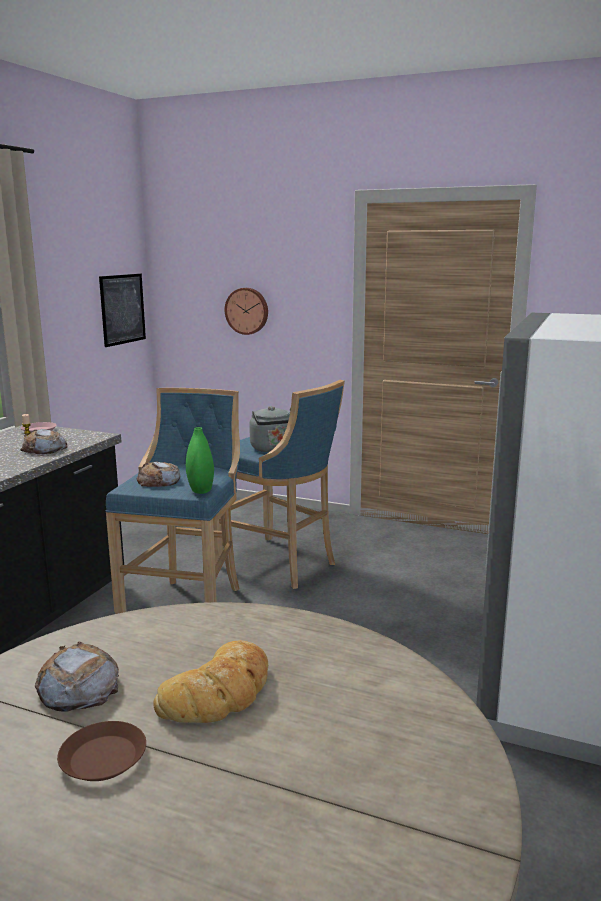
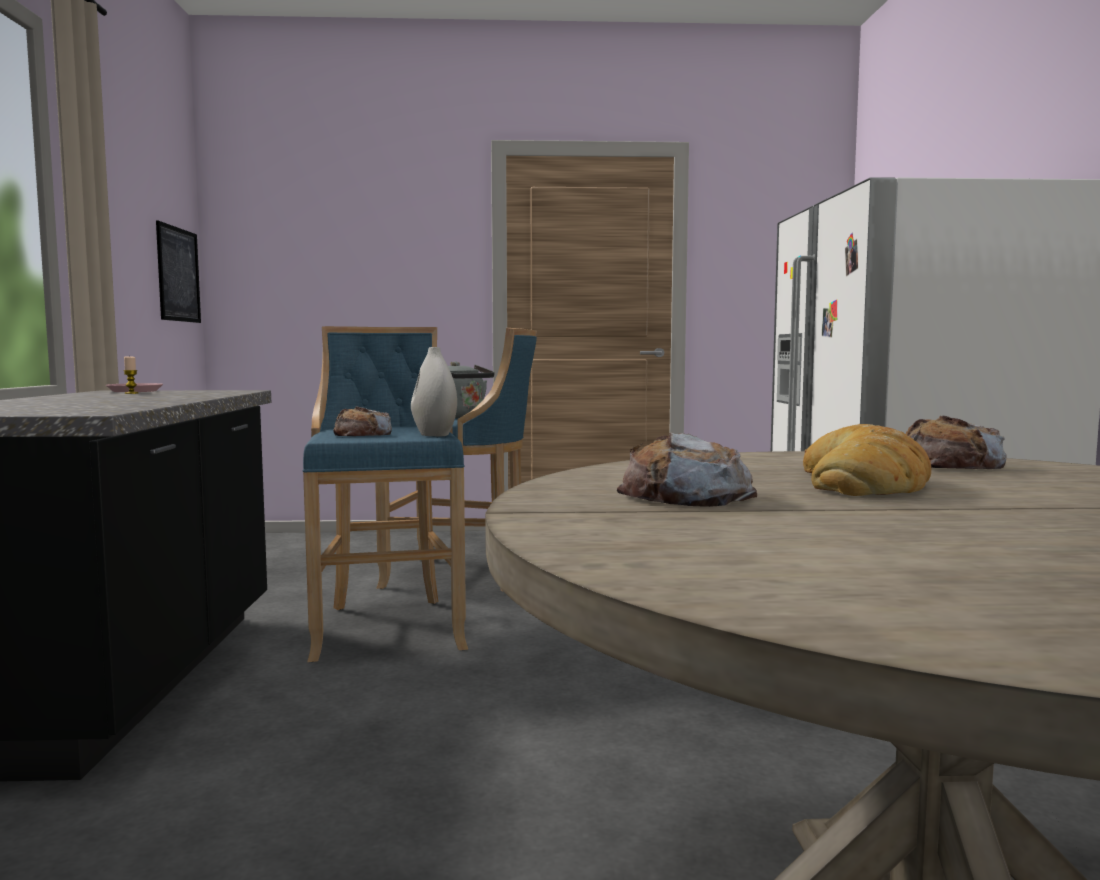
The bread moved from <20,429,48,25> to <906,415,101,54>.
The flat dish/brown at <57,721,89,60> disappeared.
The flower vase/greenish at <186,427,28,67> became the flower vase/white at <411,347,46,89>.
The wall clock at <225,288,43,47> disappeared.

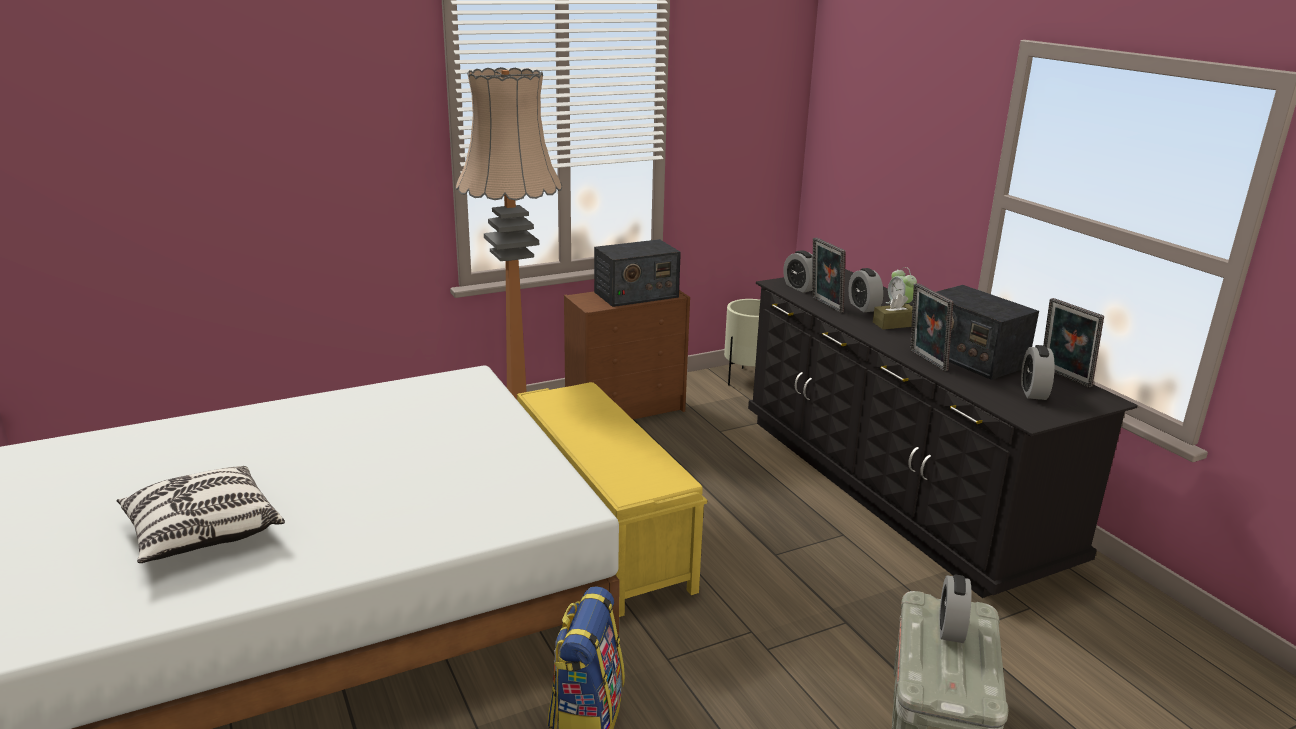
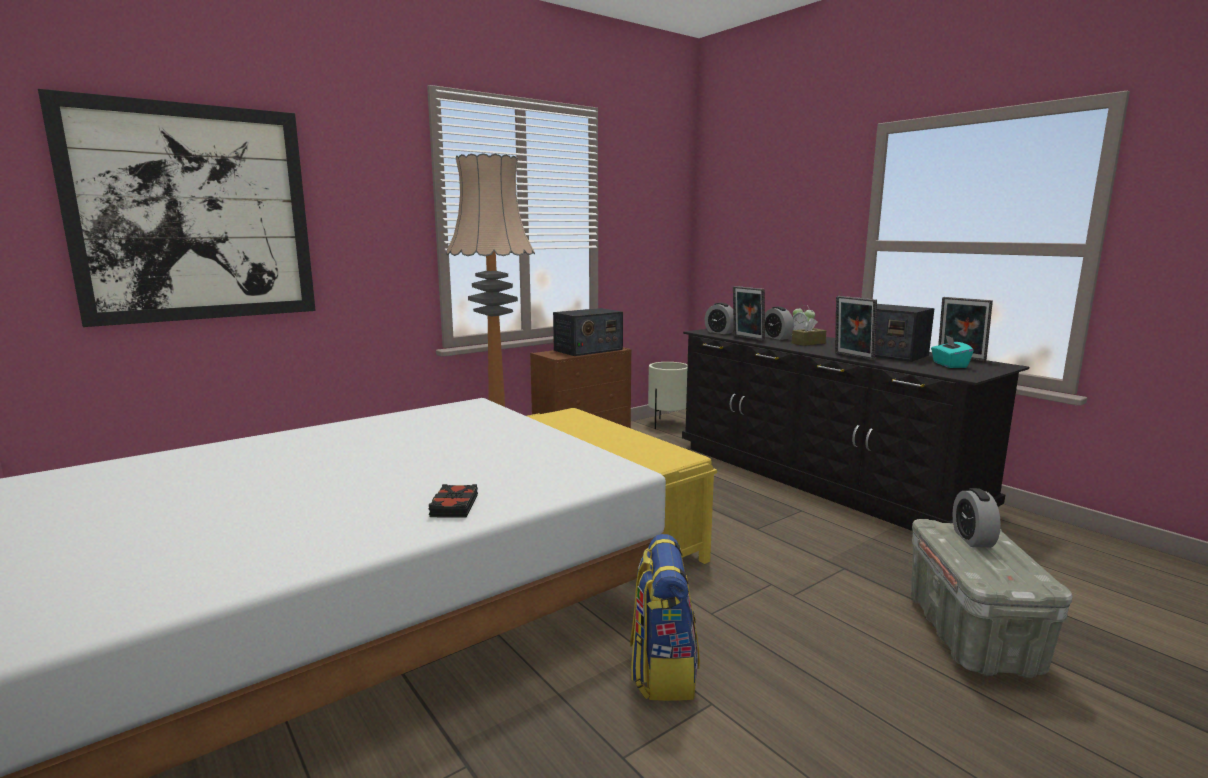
The throw pillow at <116,466,169,97> disappeared.
The alarm clock at <1021,345,34,55> was replaced by the tissue box/turquoise at <931,335,43,33>.
The picture at <38,89,278,238> appeared.
The volume/black at <428,484,50,34> appeared.

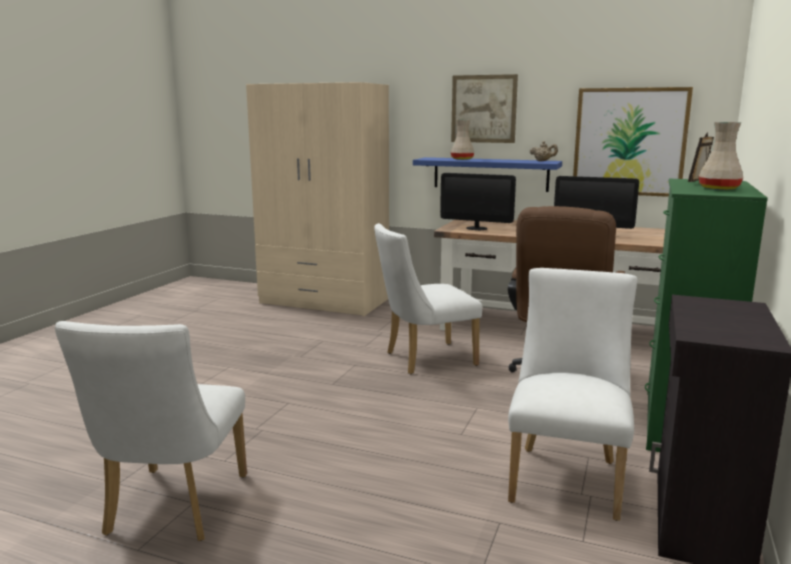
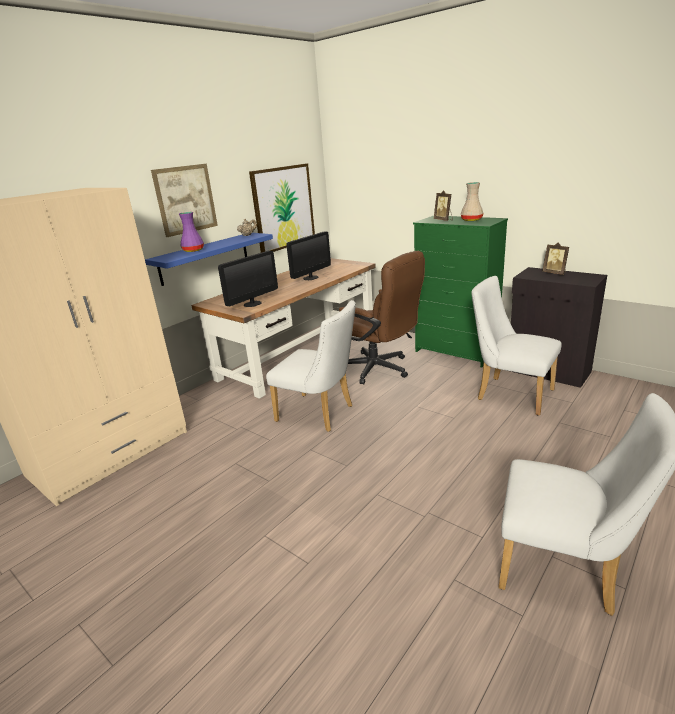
The plain chair/white at <374,223,109,151> turned 60 degrees counterclockwise.
The flower vase/beige at <450,120,24,40> became the flower vase/purple-coloured at <179,212,25,40>.
The picture frame at <543,243,26,32> appeared.

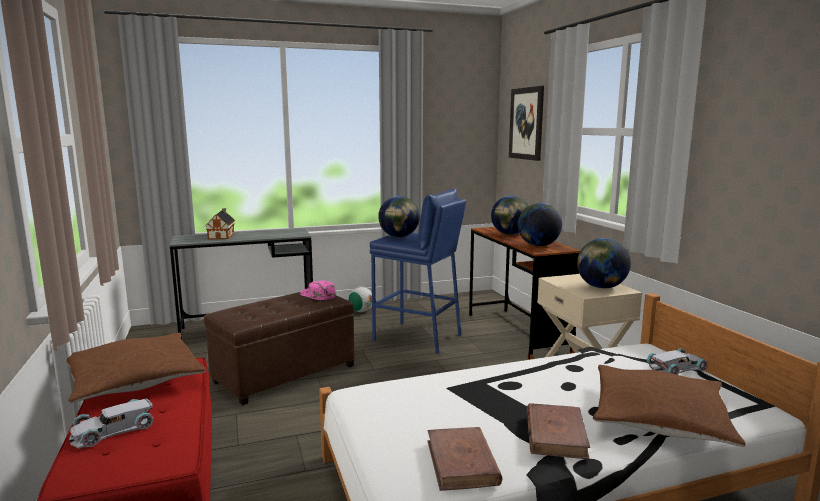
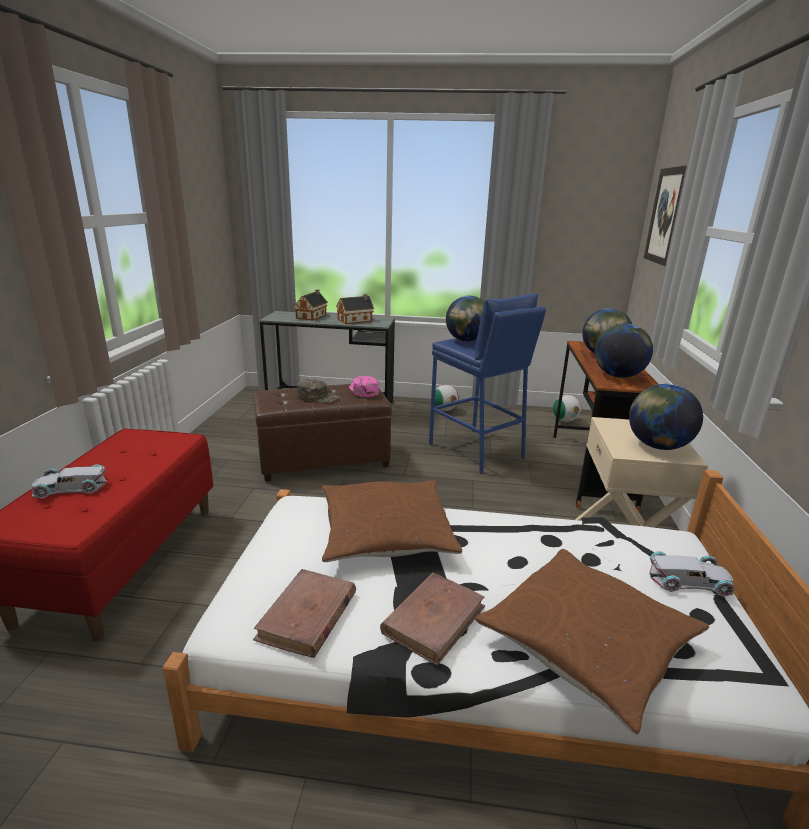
The throw pillow/brown moved from <67,333,139,70> to <322,480,140,82>.
The baseball cap/greenish at <297,379,43,24> appeared.
The toy house at <336,294,38,30> appeared.
The ball for football at <553,395,28,27> appeared.

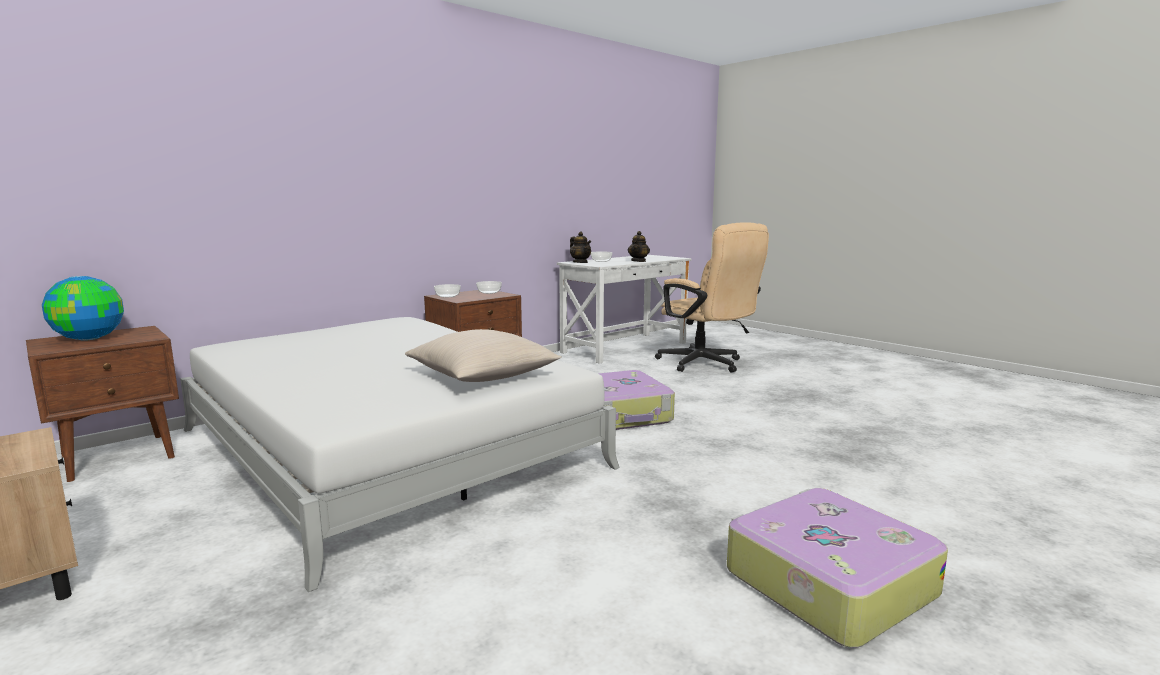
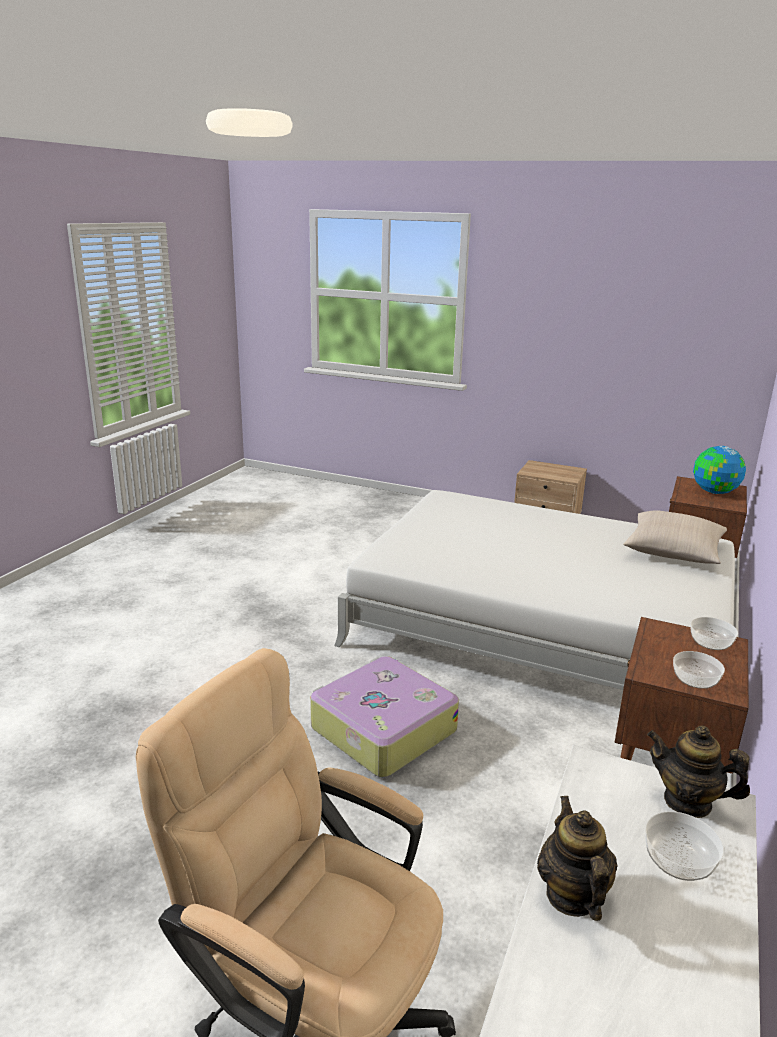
The throw pillow/beige moved from <405,329,157,53> to <623,510,104,54>.
The piece of luggage at <727,488,221,160> disappeared.

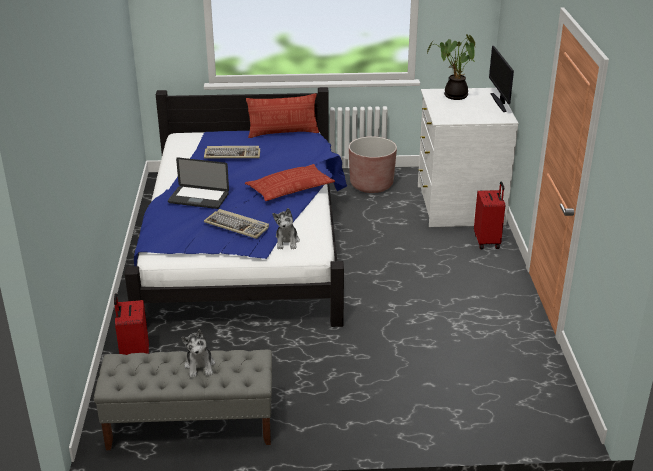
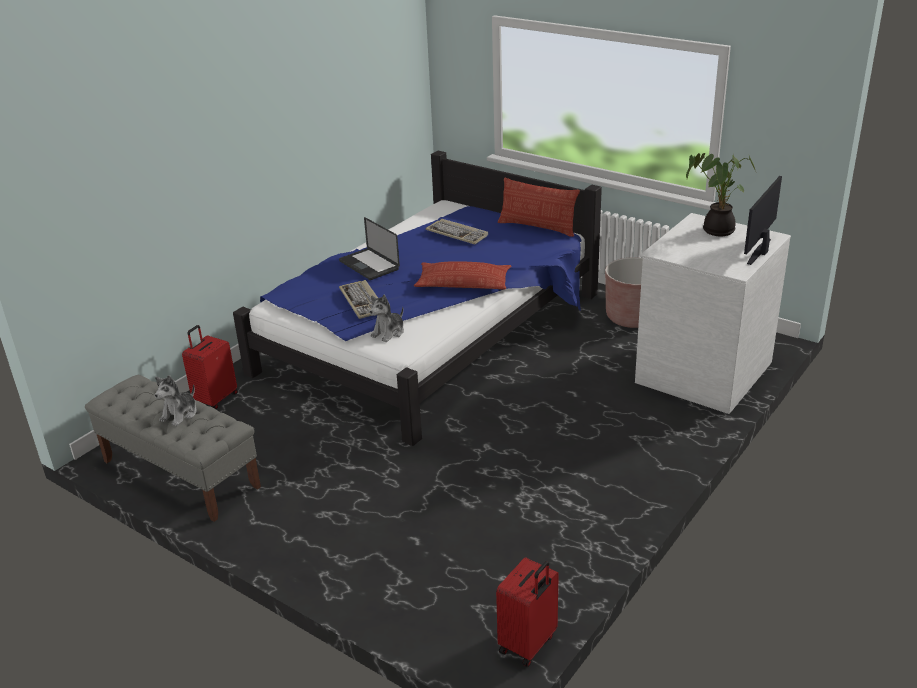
The piece of luggage/red-coloured moved from <474,181,31,68> to <496,557,63,110>.

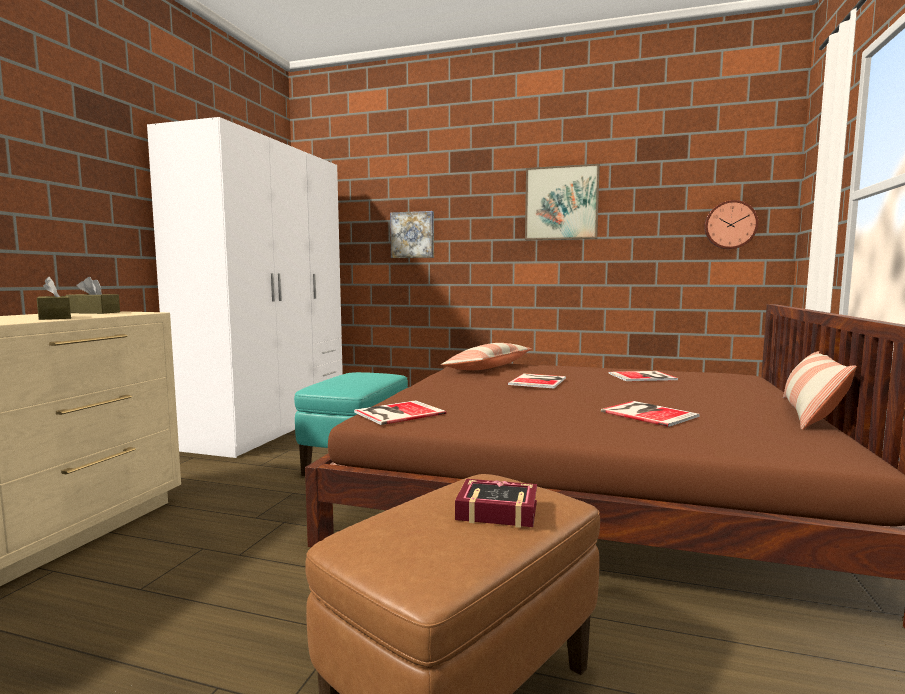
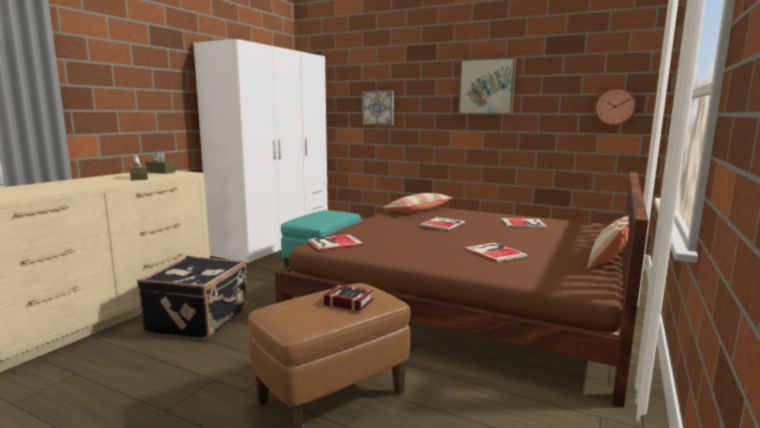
The piece of luggage/black at <137,256,111,84> appeared.

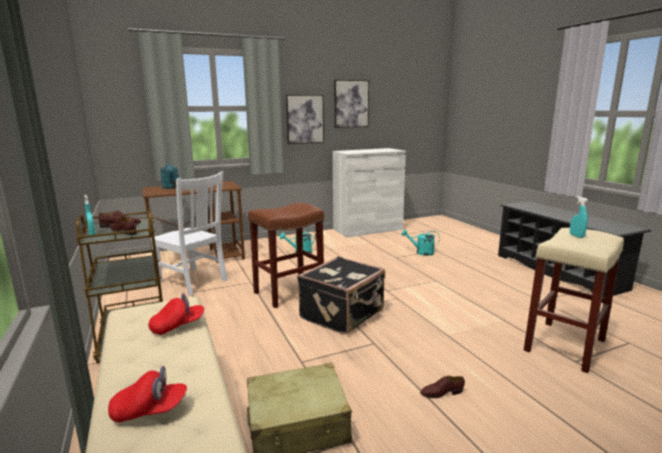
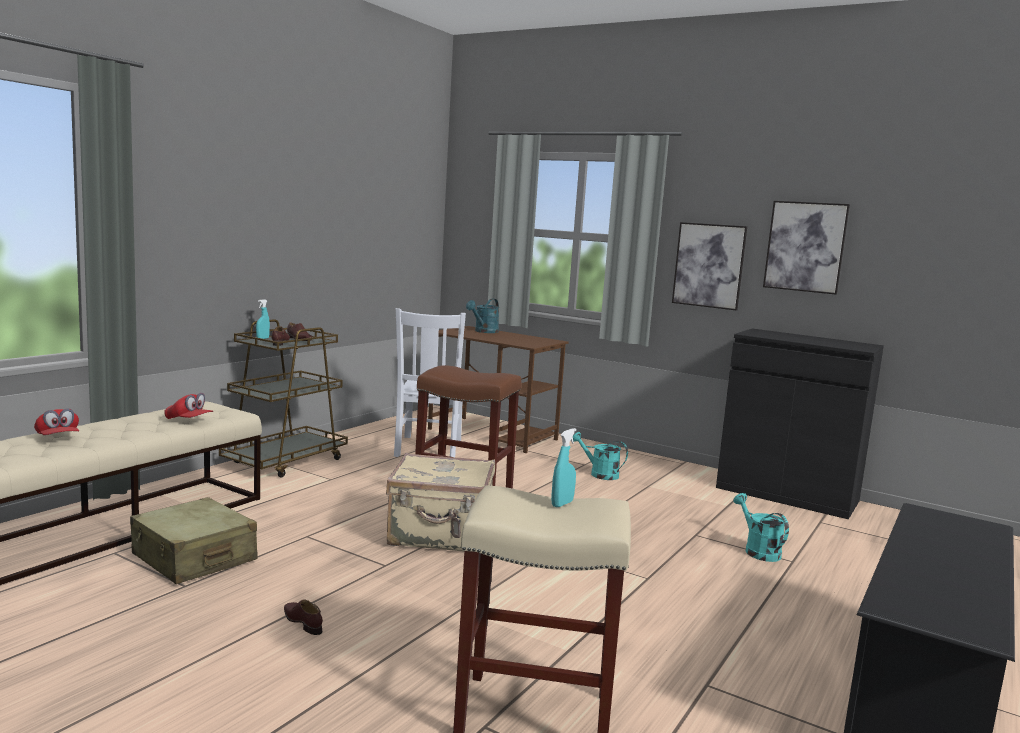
The piece of luggage/black at <297,256,88,79> became the piece of luggage/beige at <386,453,109,99>.
The cabinet/white at <333,148,73,90> became the cabinet/black at <716,328,168,191>.

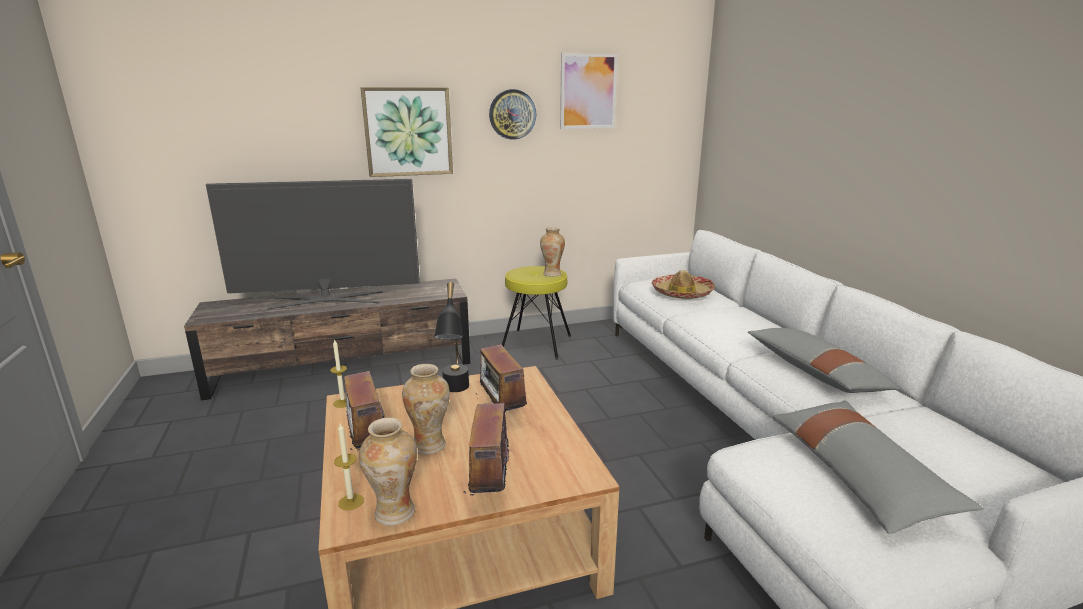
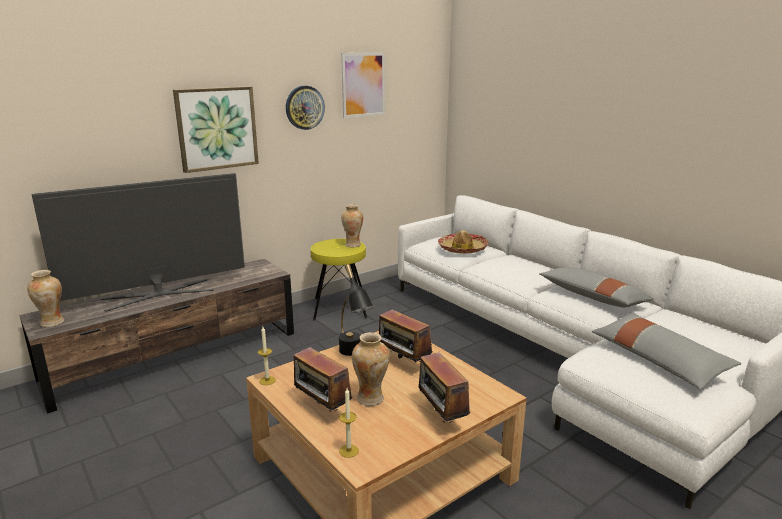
The flower vase moved from <359,418,58,108> to <27,270,37,57>.

